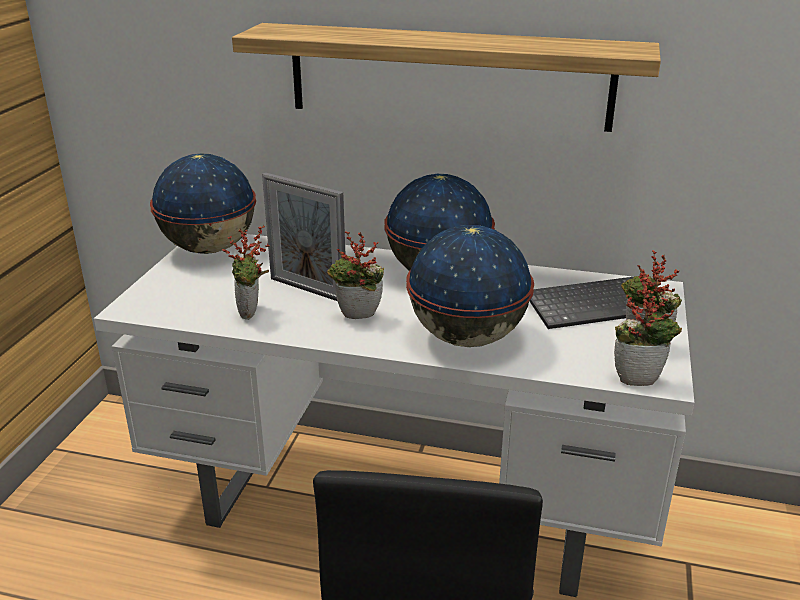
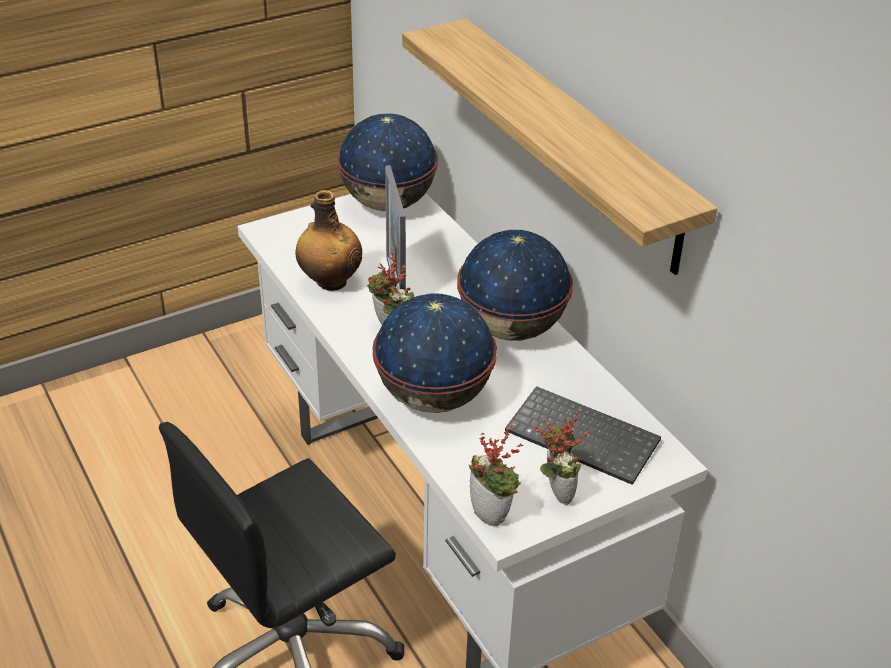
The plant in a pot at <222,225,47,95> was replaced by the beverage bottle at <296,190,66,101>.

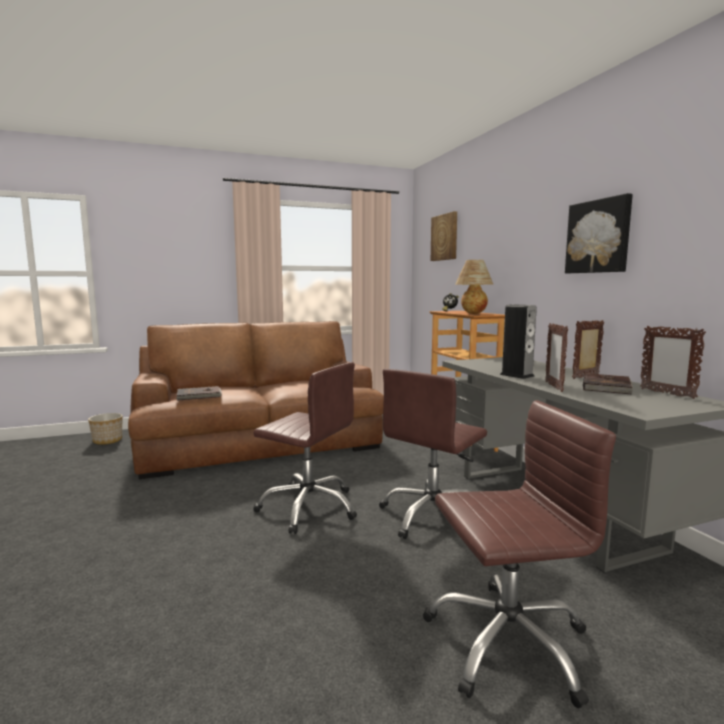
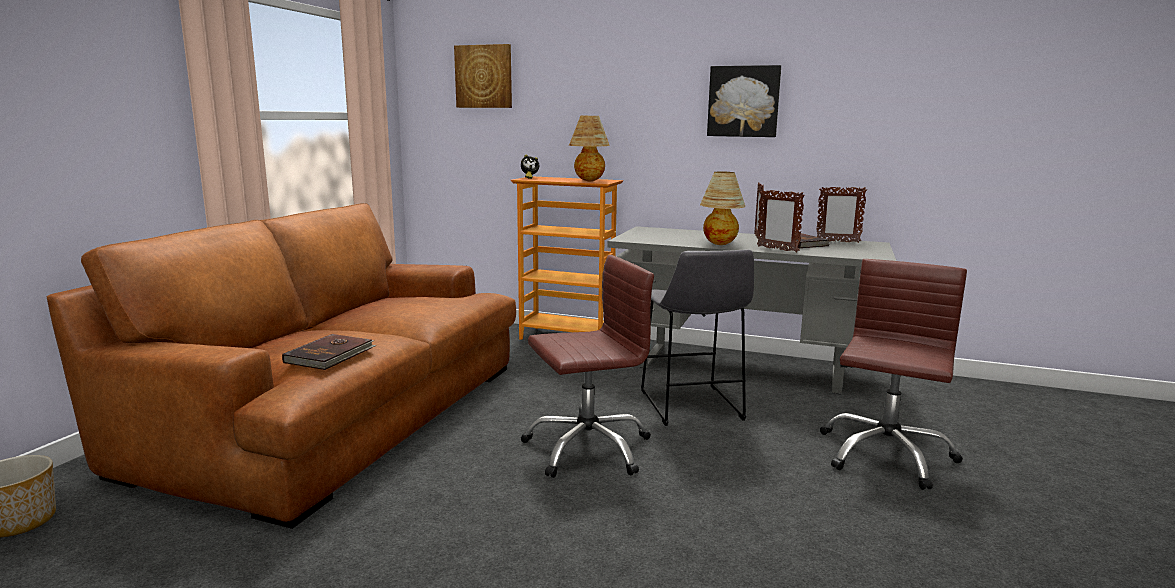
The office chair/brown at <379,369,108,170> was replaced by the sitting stool/grey at <641,249,113,177>.
The speaker at <500,304,37,75> was replaced by the lamp for a table at <700,172,45,73>.

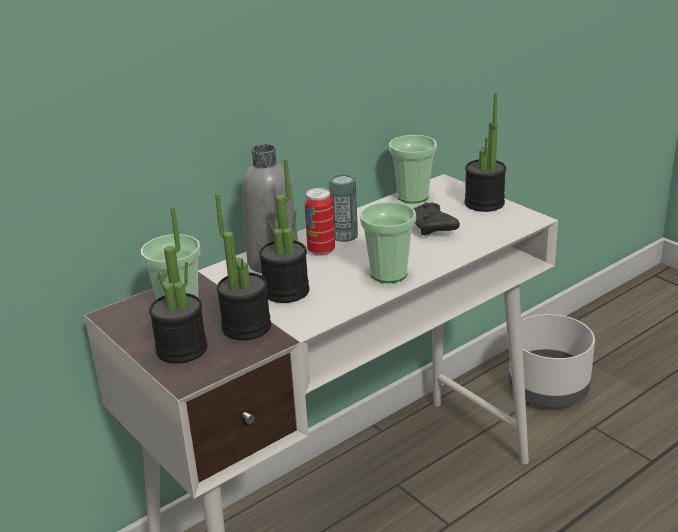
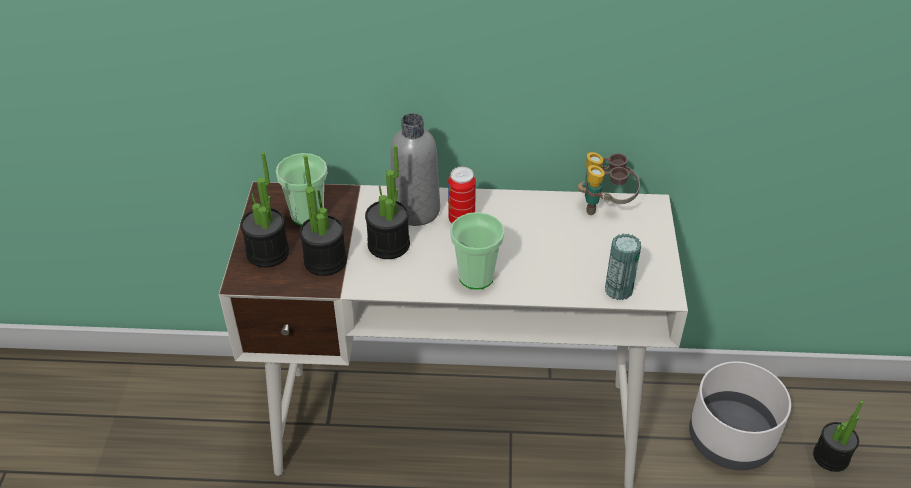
The can moved from <329,174,29,68> to <605,233,36,67>.
The cup at <389,135,48,69> was replaced by the binoculars at <577,152,63,63>.
The joypad/black at <414,203,46,32> disappeared.
The plant in a pot moved from <464,93,42,119> to <813,401,50,71>.

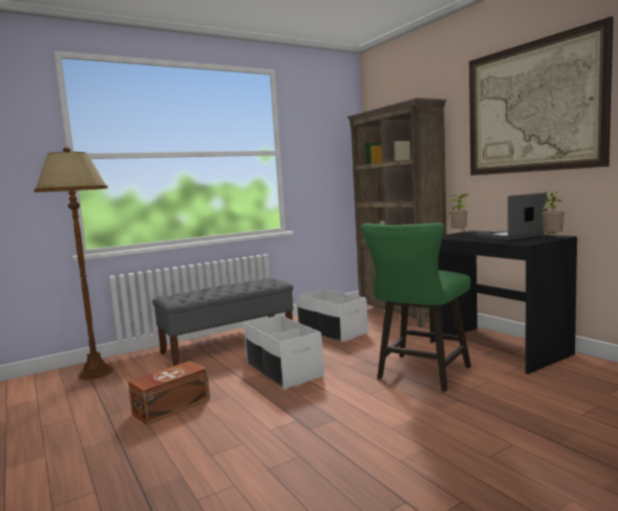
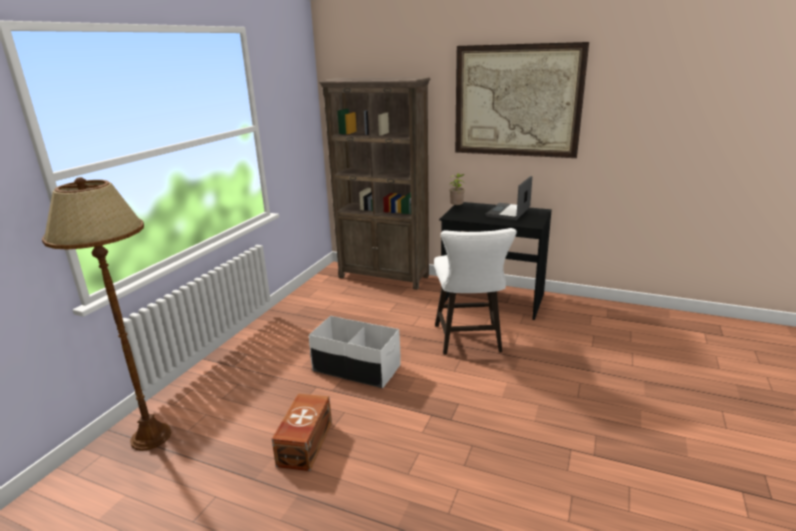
The long seat/grey at <152,278,141,88> disappeared.
The storage bin/white at <296,289,72,53> disappeared.
The sitting stool/greenish at <361,223,110,169> became the sitting stool/white at <434,228,83,126>.
The plant in a pot at <541,192,24,45> disappeared.

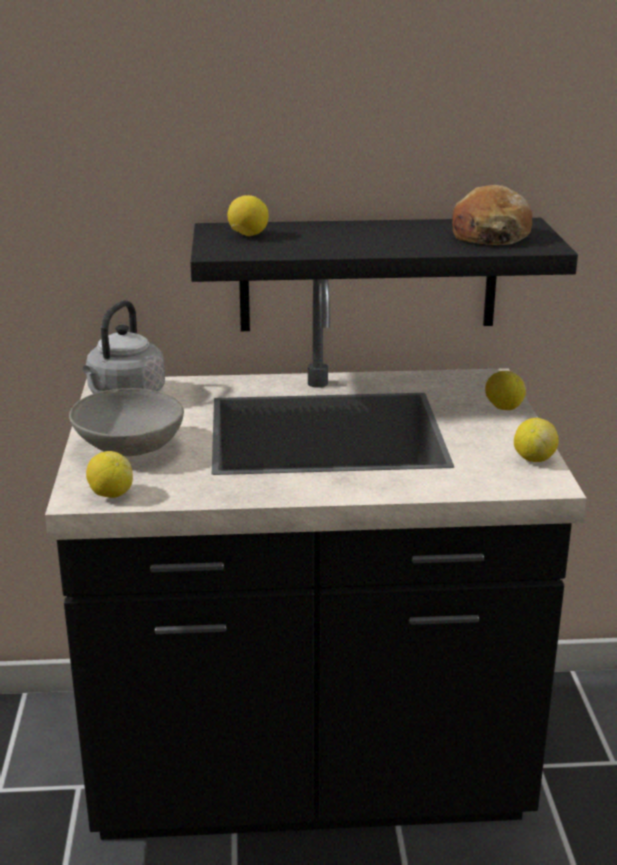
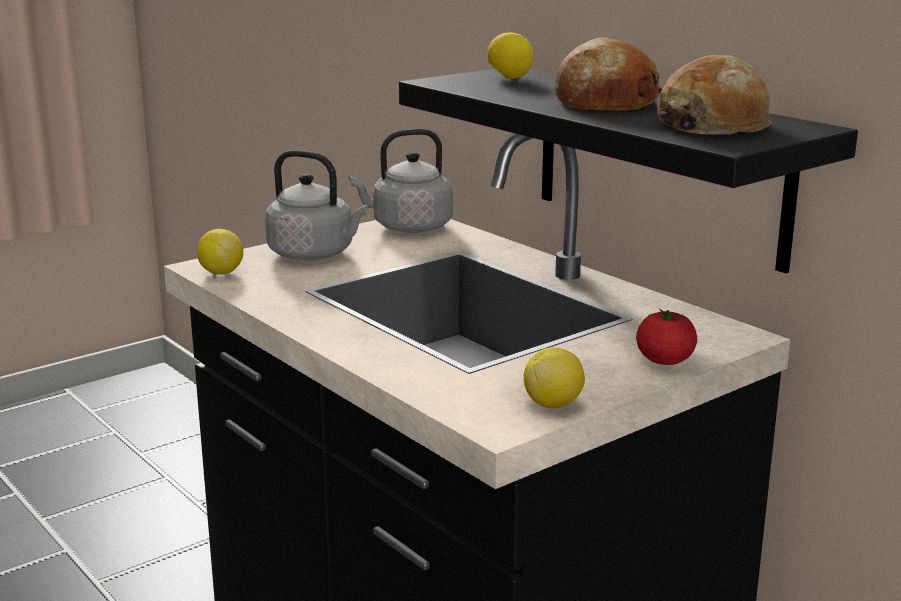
The serving bowl/grey at <69,388,115,68> was replaced by the water kettle/grey at <265,150,103,110>.
The citrus fruit at <485,371,41,39> was replaced by the whole tomato at <636,308,61,57>.
The bread at <555,38,107,73> appeared.

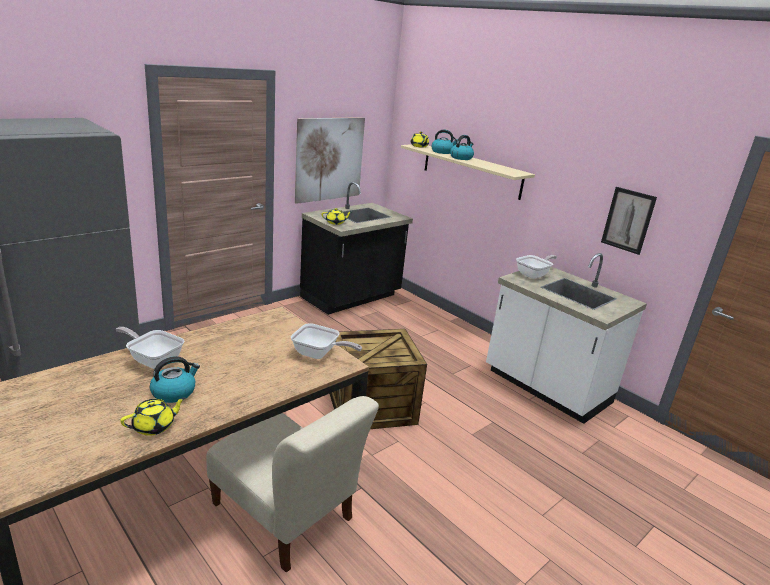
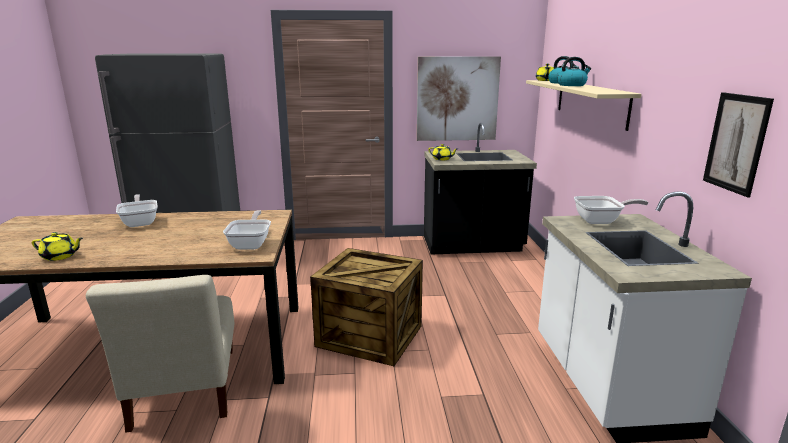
The water kettle at <150,356,50,47> disappeared.
The frying pan at <291,323,71,36> turned 150 degrees counterclockwise.

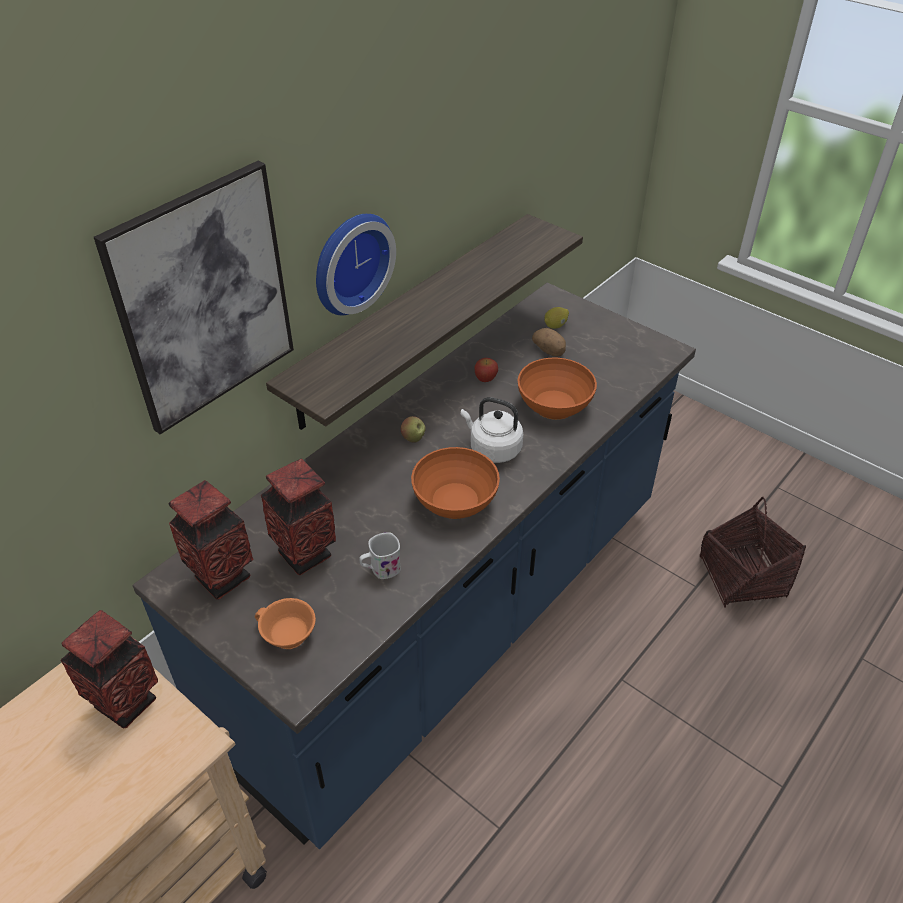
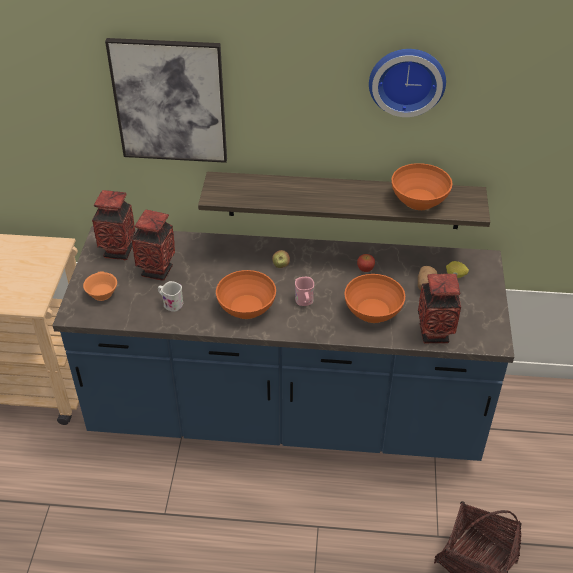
The flower vase moved from <61,610,97,118> to <418,274,43,70>.
The wall clock moved from <316,214,80,101> to <369,49,77,68>.
The water kettle/white at <461,397,62,66> was replaced by the mug/pink-coloured at <295,277,19,29>.
The serving bowl/orange-coloured at <391,163,61,47> appeared.

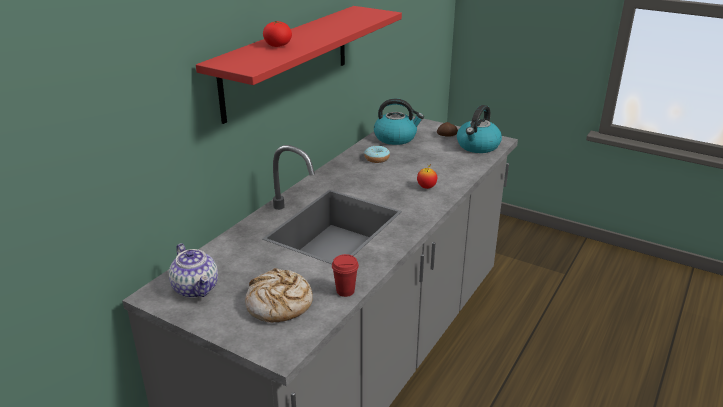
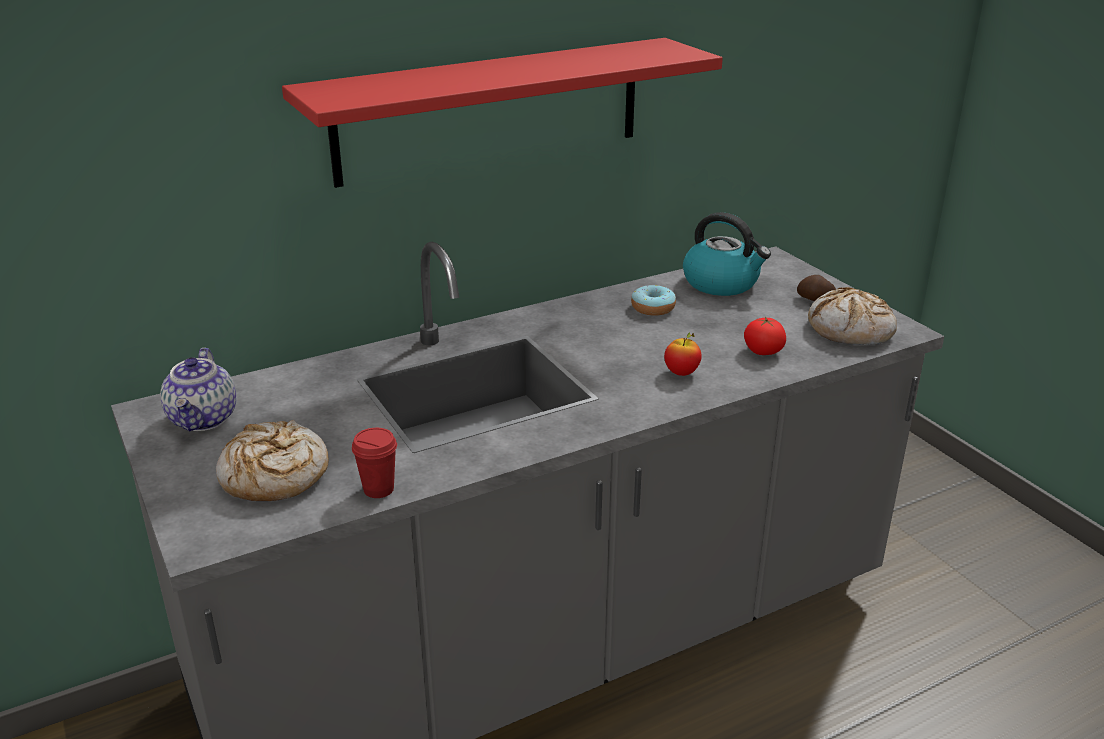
The whole tomato moved from <263,21,29,26> to <744,316,42,39>.
The water kettle at <457,105,45,48> was replaced by the bread at <808,287,89,58>.

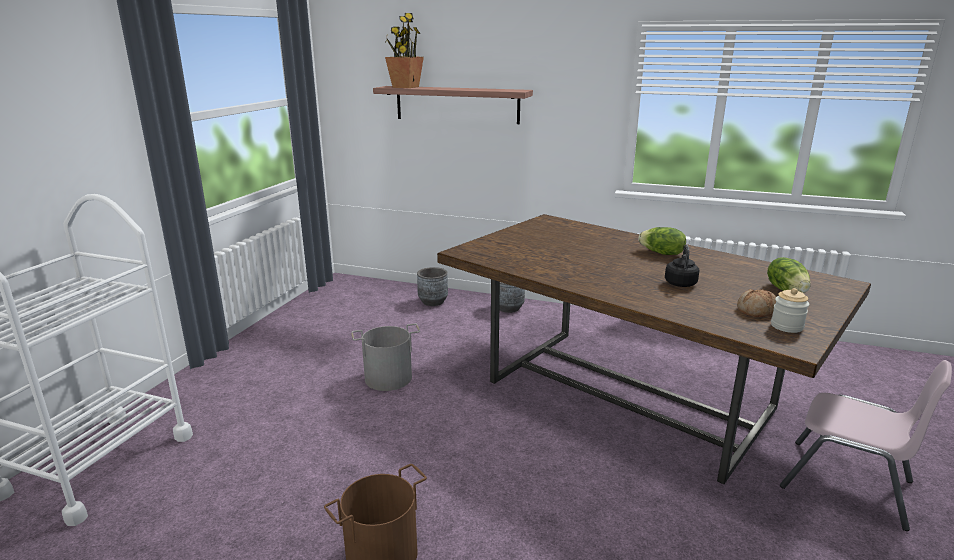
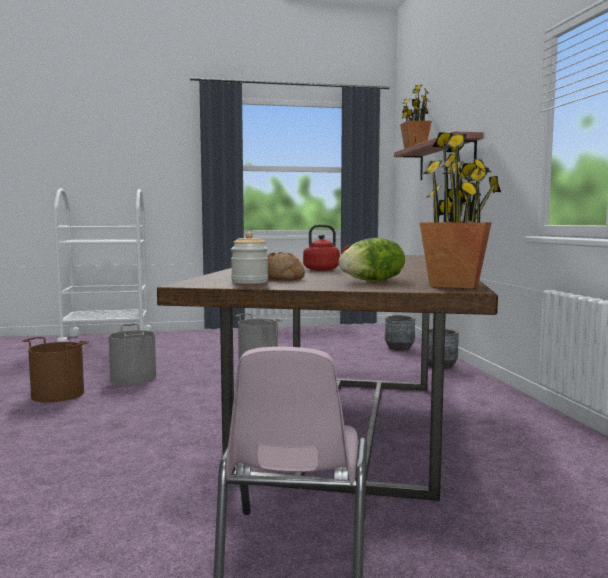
The head of lettuce at <638,227,48,28> disappeared.
The water kettle/black at <665,245,34,42> became the water kettle/red-coloured at <303,224,47,47>.
The water bucket/grey at <109,324,47,60> appeared.
The plant in a pot at <420,132,81,157> appeared.

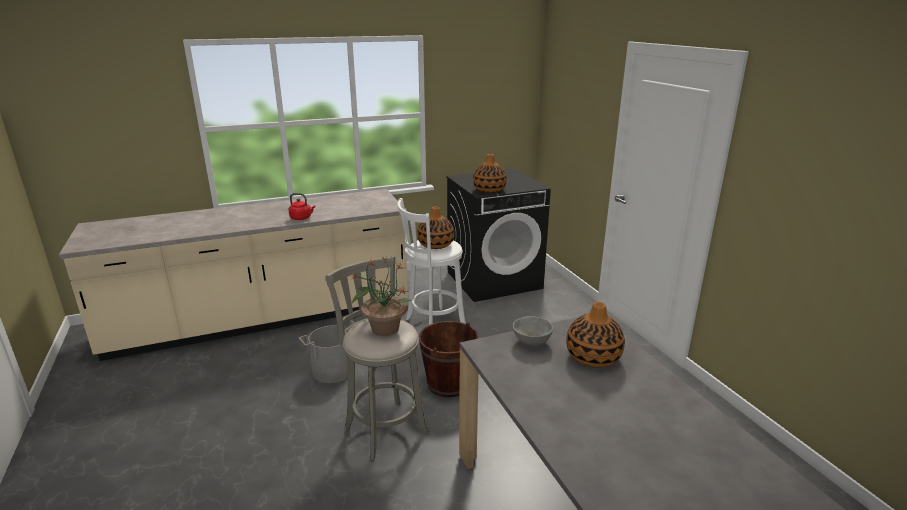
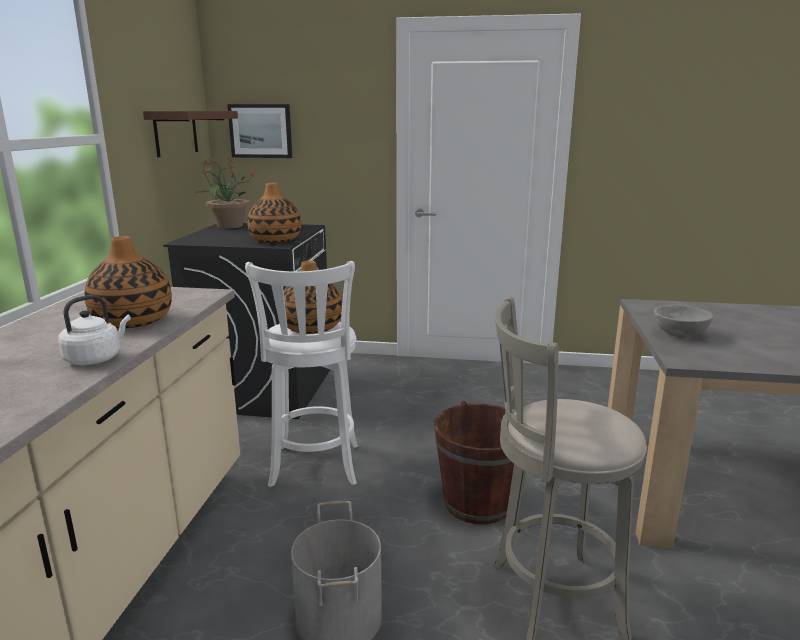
The water kettle/red-coloured at <289,193,26,27> became the water kettle/white at <58,295,73,70>.
The plant in a pot moved from <351,257,60,79> to <194,158,60,70>.
The flower vase moved from <566,302,59,65> to <84,236,88,92>.
The shelf at <143,111,95,46> appeared.
The picture at <227,104,65,54> appeared.

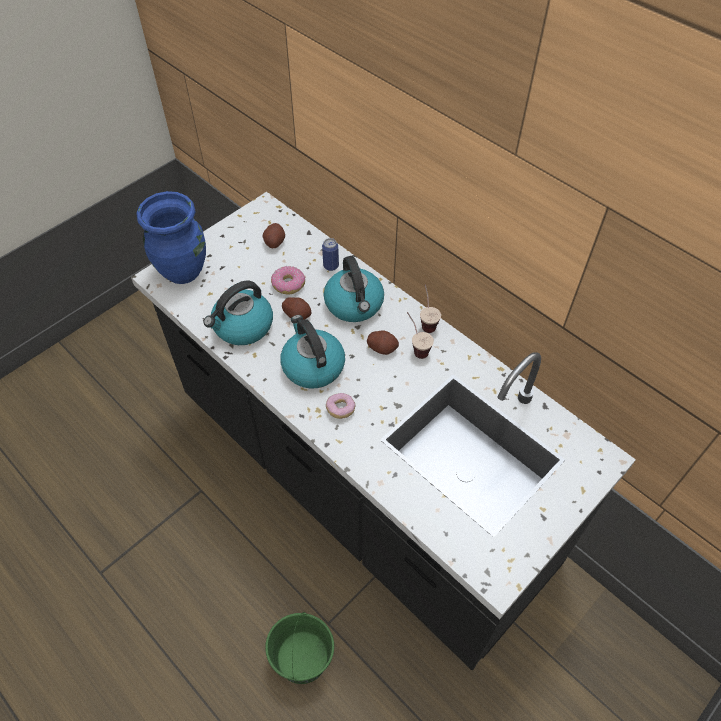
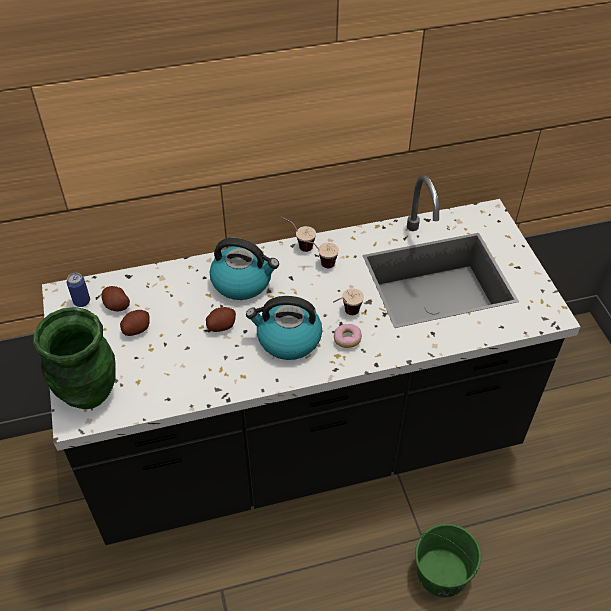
The flower vase/blue-coloured at <136,191,70,93> became the flower vase/greenish at <33,307,82,102>.
The water kettle at <203,281,70,64> disappeared.
The ring doughnut at <271,266,34,28> disappeared.
The can moved from <322,238,17,33> to <67,273,23,34>.
The spud moved from <367,331,32,24> to <120,310,30,26>.
The cup at <333,288,31,27> appeared.

